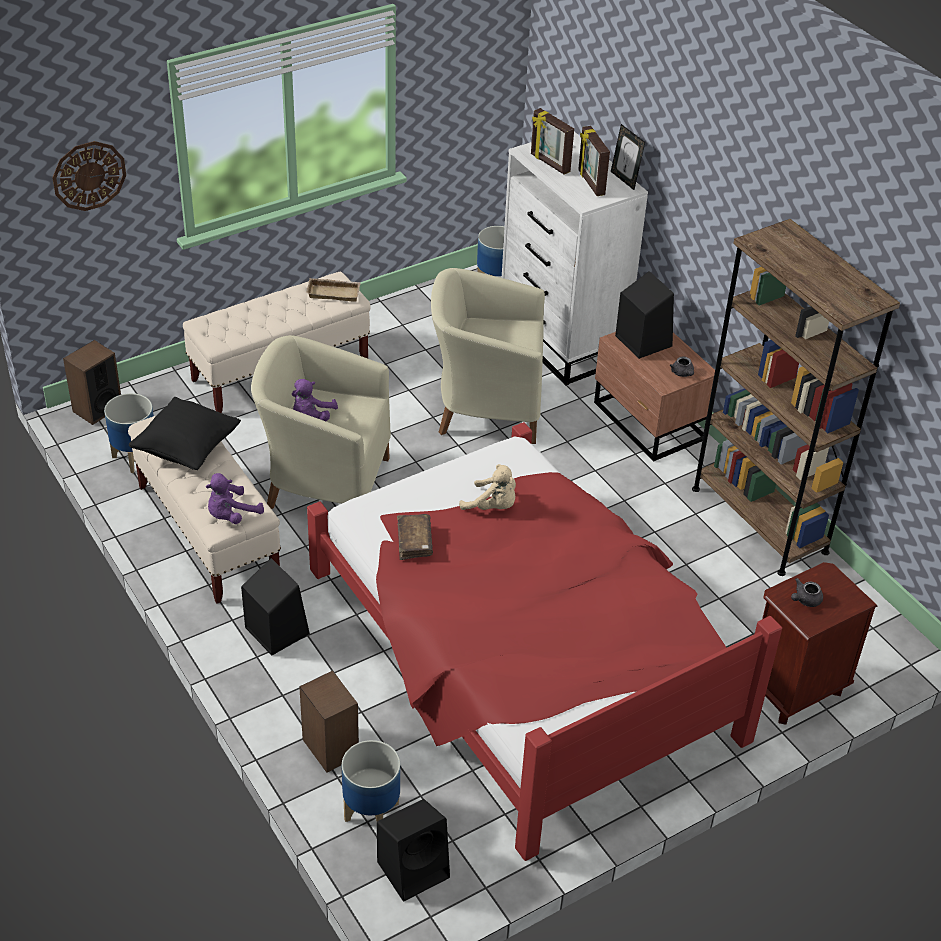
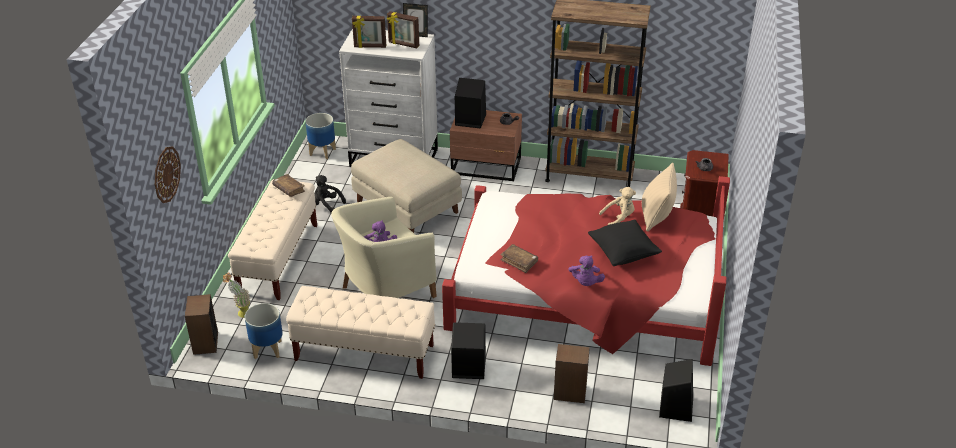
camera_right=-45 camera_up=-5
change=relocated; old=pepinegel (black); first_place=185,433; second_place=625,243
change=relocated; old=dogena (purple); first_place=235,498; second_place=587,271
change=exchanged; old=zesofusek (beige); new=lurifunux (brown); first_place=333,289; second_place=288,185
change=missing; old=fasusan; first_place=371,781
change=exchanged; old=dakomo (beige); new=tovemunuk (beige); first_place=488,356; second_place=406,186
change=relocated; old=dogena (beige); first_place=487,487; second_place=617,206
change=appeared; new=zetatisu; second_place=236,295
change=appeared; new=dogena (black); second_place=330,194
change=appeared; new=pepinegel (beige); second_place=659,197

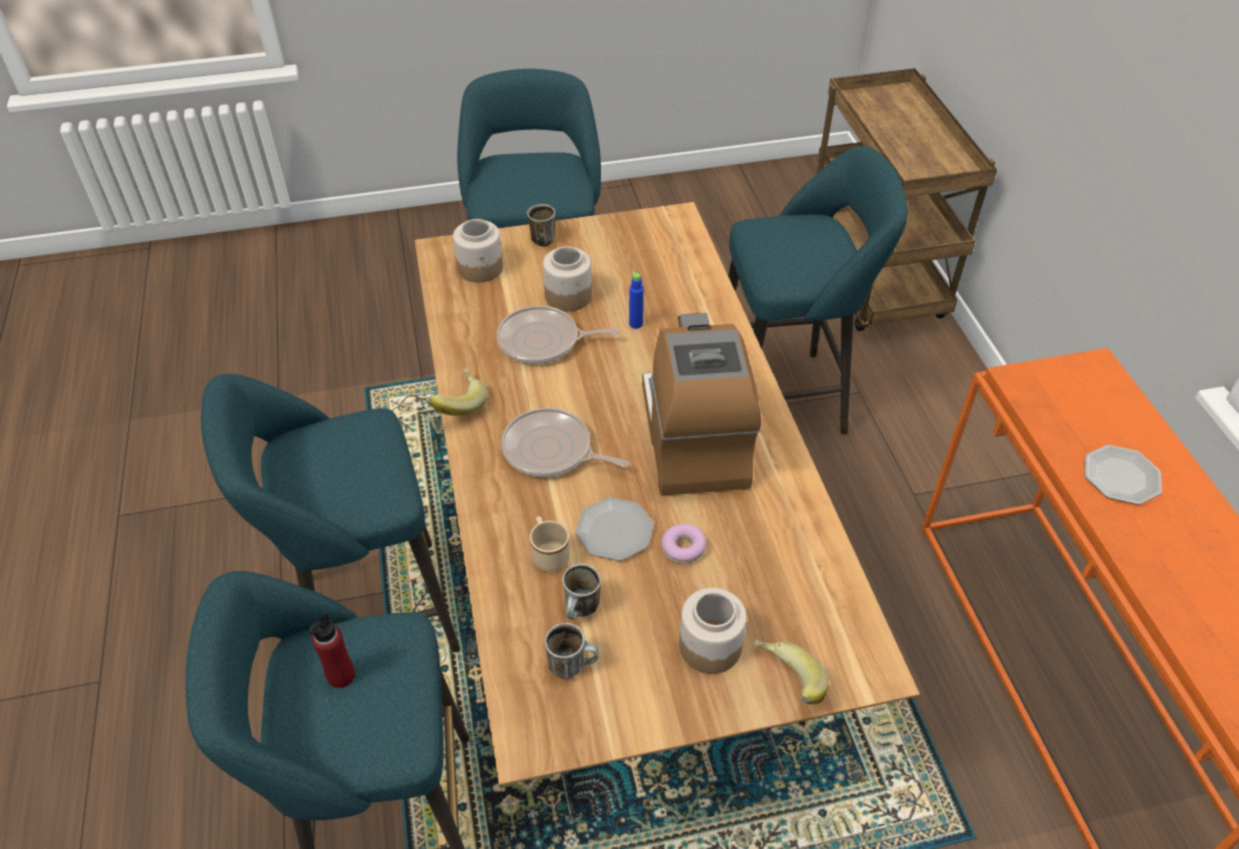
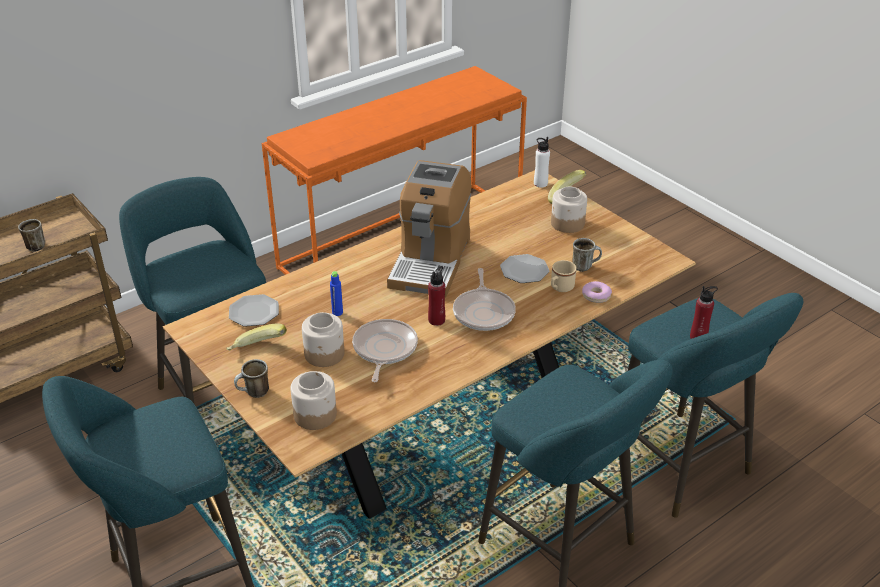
camera_right=-115 camera_up=-10
change=relocated; old=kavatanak; first_place=457,392; second_place=256,337
change=spun; old=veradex; first_place=558,335; second_place=385,350; degrees=-150
change=relocated; old=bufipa; first_place=572,651; second_place=31,235
change=spun; old=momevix; first_place=701,404; second_place=429,228; degrees=-45
change=relocated; old=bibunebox; first_place=684,544; second_place=597,292
change=relocated; old=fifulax; first_place=1123,475; second_place=254,310
change=appeared; new=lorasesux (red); second_place=436,296
change=appeared; new=lorasesux (white); second_place=542,162

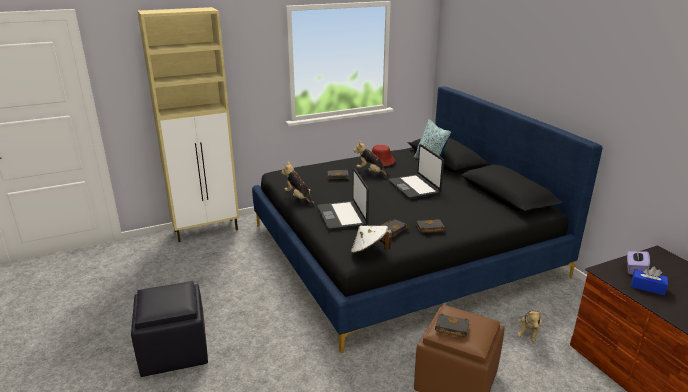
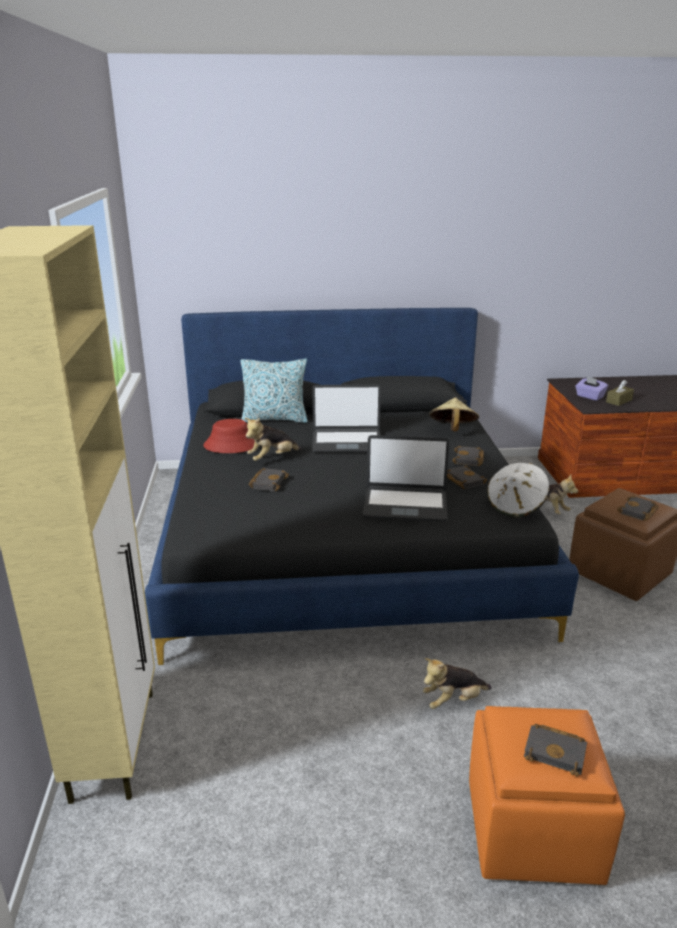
camera_right=-70 camera_up=0
change=colour; old=tovemunuk (black); new=tovemunuk (orange); first_place=169,329; second_place=547,795
change=relocated; old=dogena; first_place=298,184; second_place=457,683
change=colour; old=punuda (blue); new=punuda (brown); first_place=649,281; second_place=620,393
change=appeared; new=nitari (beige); second_place=454,414
change=appeared; new=lurifunux (black); second_place=555,749

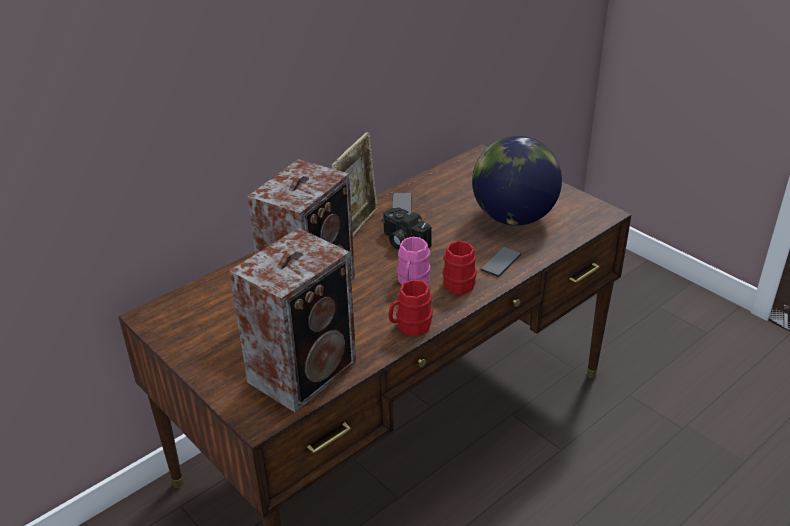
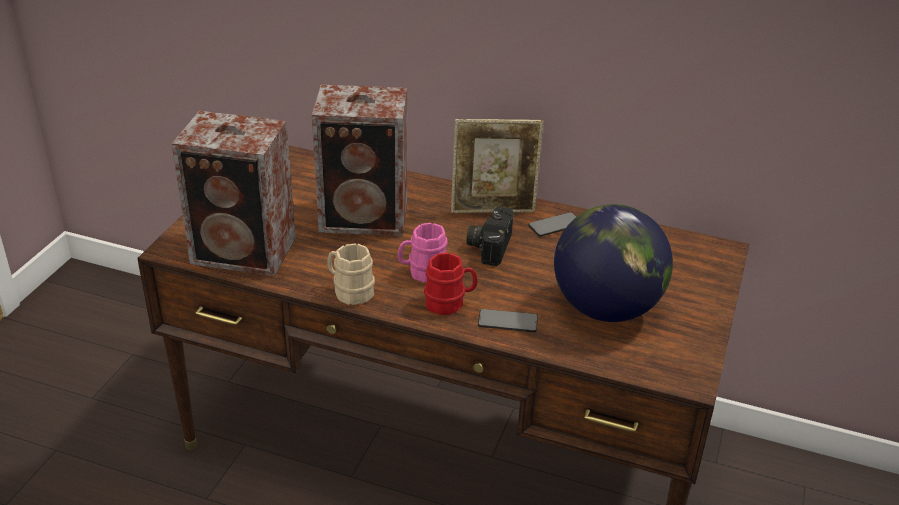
camera_right=60 camera_up=0
change=colour; old=bufipa (red); new=bufipa (beige); first_place=411,308; second_place=351,274

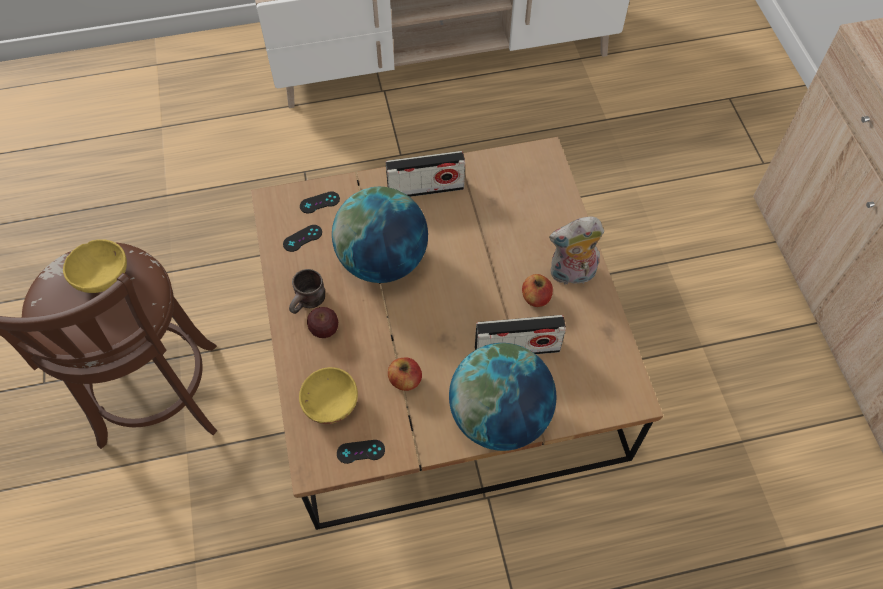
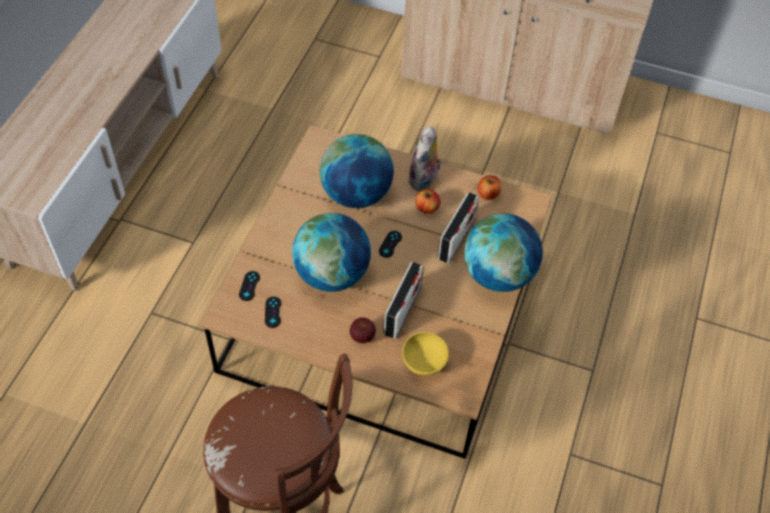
camera_right=-60 camera_up=-5
change=missing; old=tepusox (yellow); first_place=95,266
change=missing; old=bufipa (brown); first_place=307,291
change=relocated; old=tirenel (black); first_place=361,452; second_place=390,244
change=relocated; old=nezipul; first_place=425,174; second_place=403,300
change=relocated; old=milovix; first_place=405,374; second_place=490,187
change=appeared; new=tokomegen; second_place=357,171

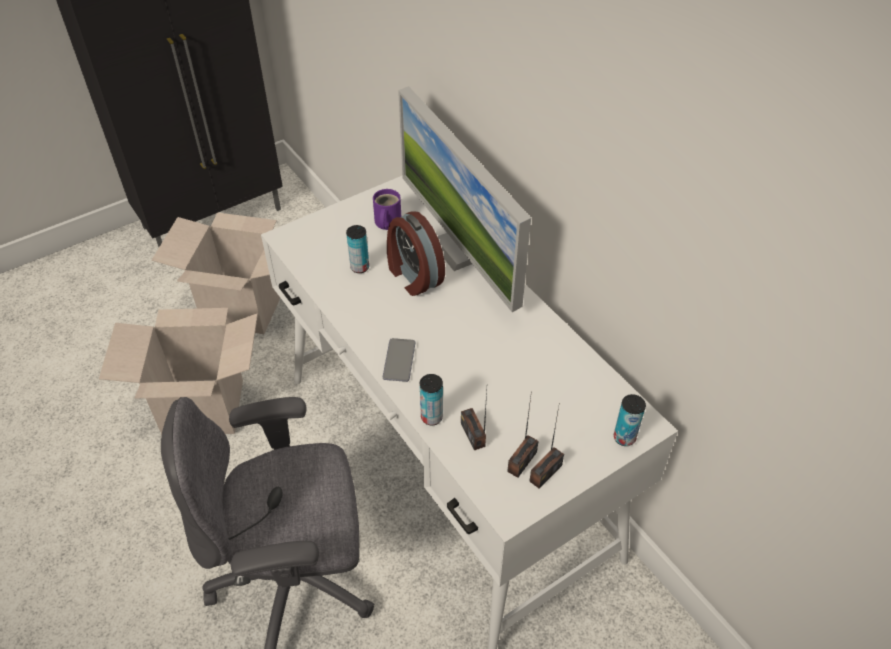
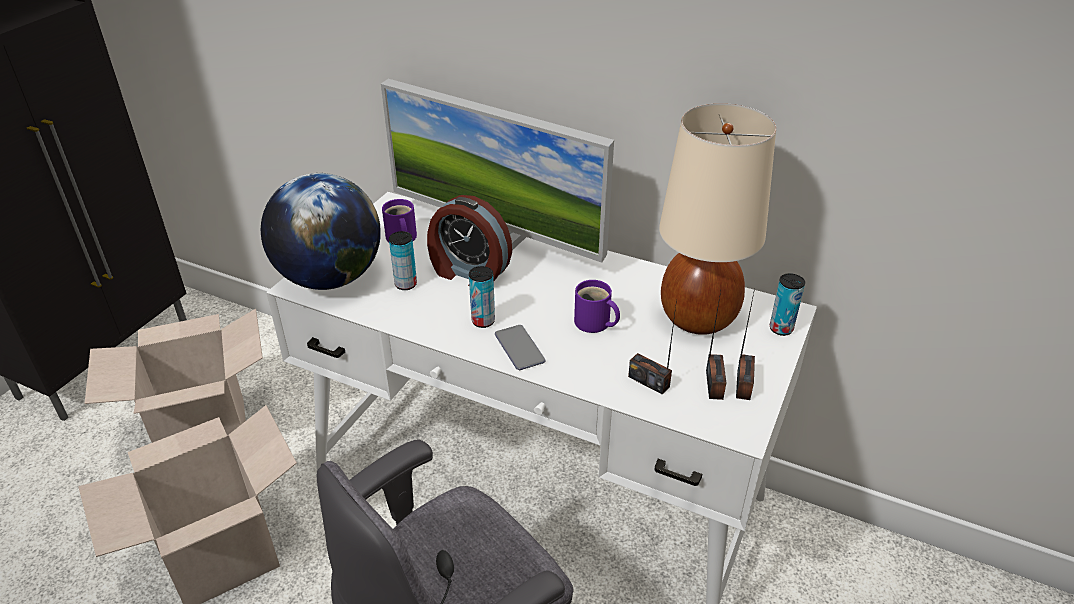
camera_right=-30 camera_up=-10
change=relocated; old=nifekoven; first_place=431,399; second_place=482,297
change=appeared; new=tokomegen; second_place=321,231
change=appeared; new=bufipa (purple); second_place=597,306
change=appeared; new=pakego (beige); second_place=717,219

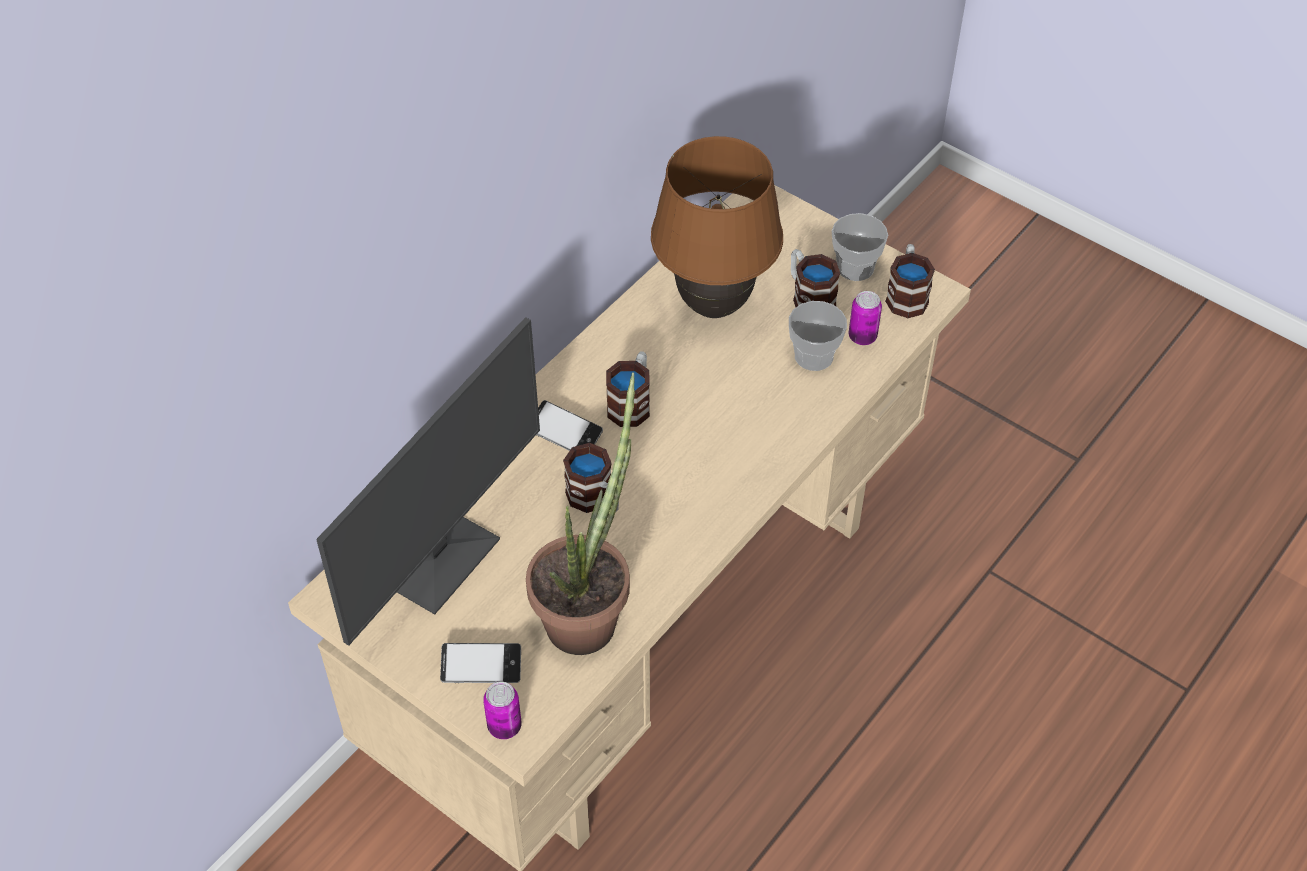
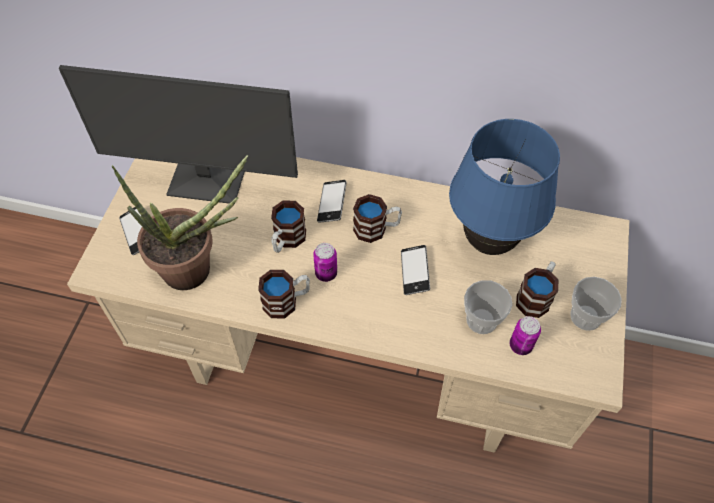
camera_right=65 camera_up=5
change=relocated; old=nifekoven; first_place=502,710; second_place=325,262
change=colour; old=pakego (brown); new=pakego (blue); first_place=717,227; second_place=504,187
change=relocated; old=bufipa; first_place=910,281; second_place=284,294
change=appeared; new=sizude; second_place=415,270

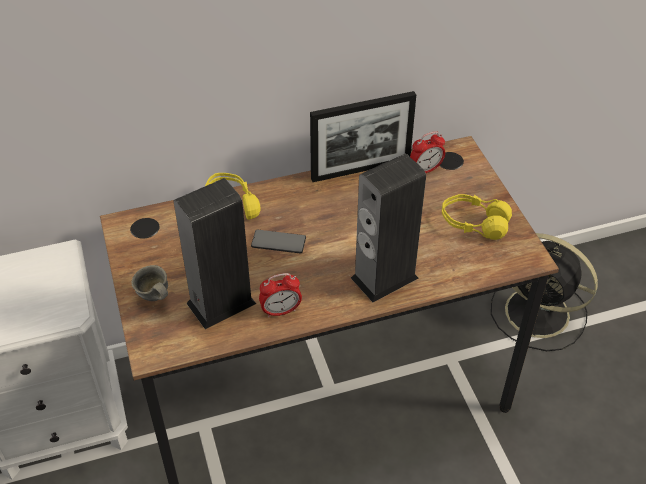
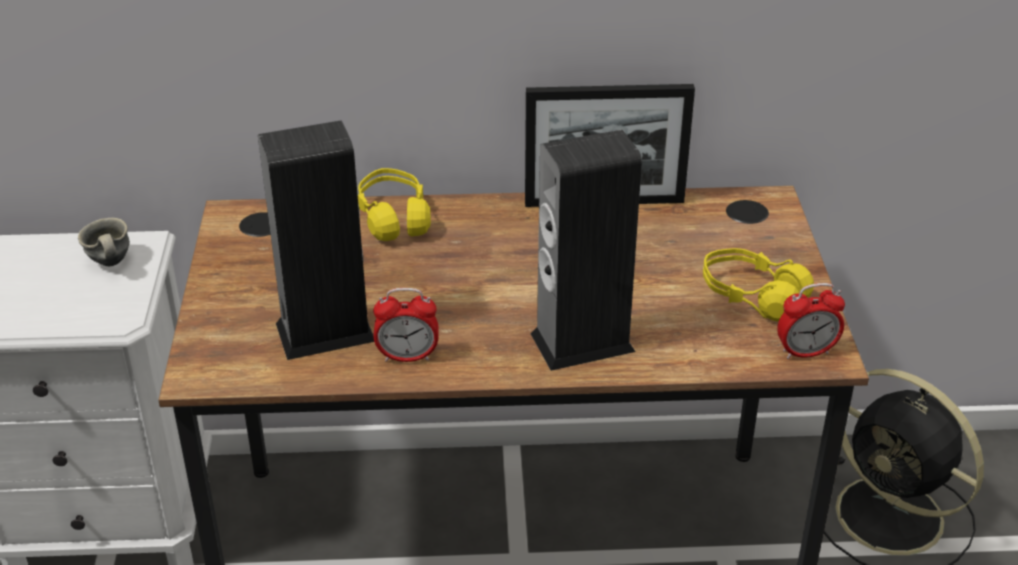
camera_right=15 camera_up=-10
change=relocated; old=bufipa (grey); first_place=149,283; second_place=104,242
change=missing; old=sizude; first_place=278,241
change=relocated; old=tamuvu; first_place=427,152; second_place=811,321

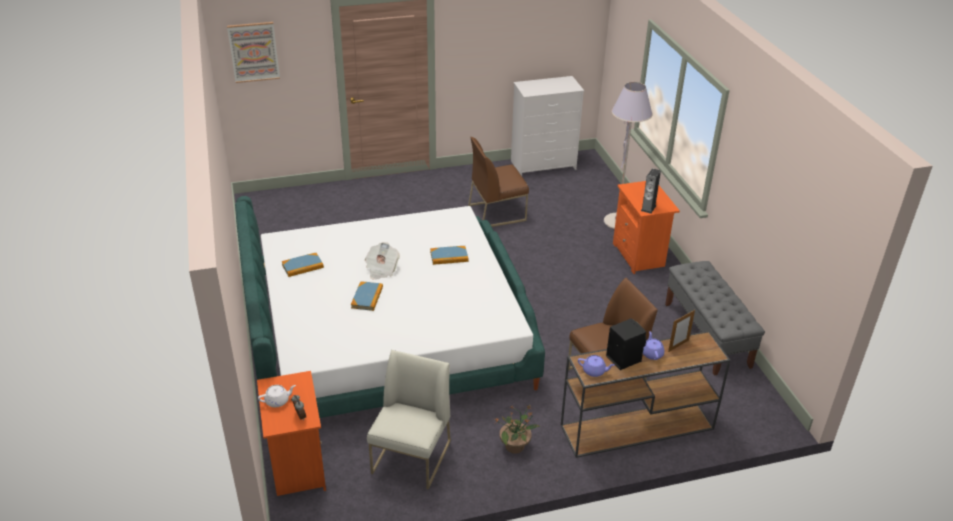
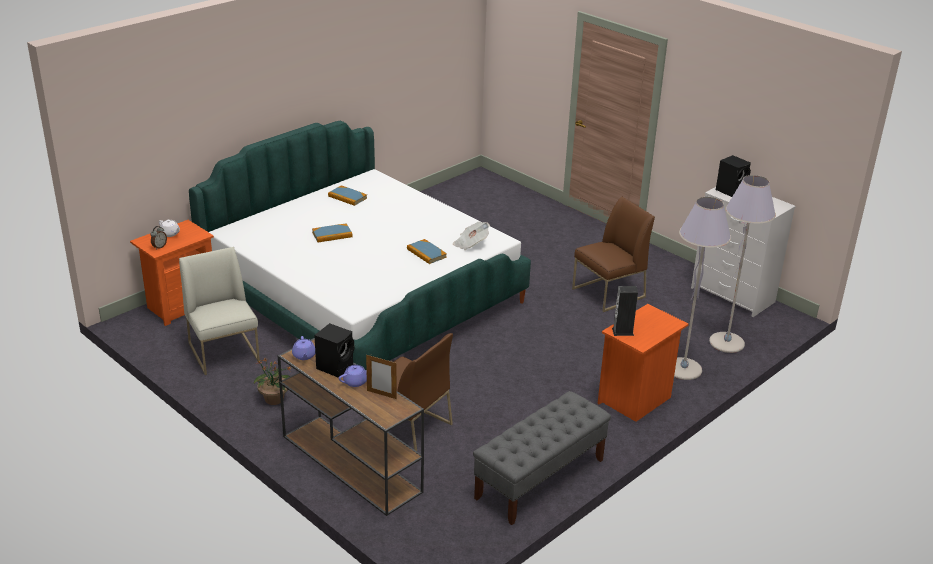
camera_right=60 camera_up=-5
change=missing; old=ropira; first_place=253,52
change=relocated; old=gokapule; first_place=382,261; second_place=471,236
change=spun; old=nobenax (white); first_place=409,419; second_place=219,311; degrees=-105
change=spun; old=nobenax (brown); first_place=498,182; second_place=613,254; degrees=105
change=appeared; new=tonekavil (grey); second_place=742,264
change=appeared; new=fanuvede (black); second_place=733,176

